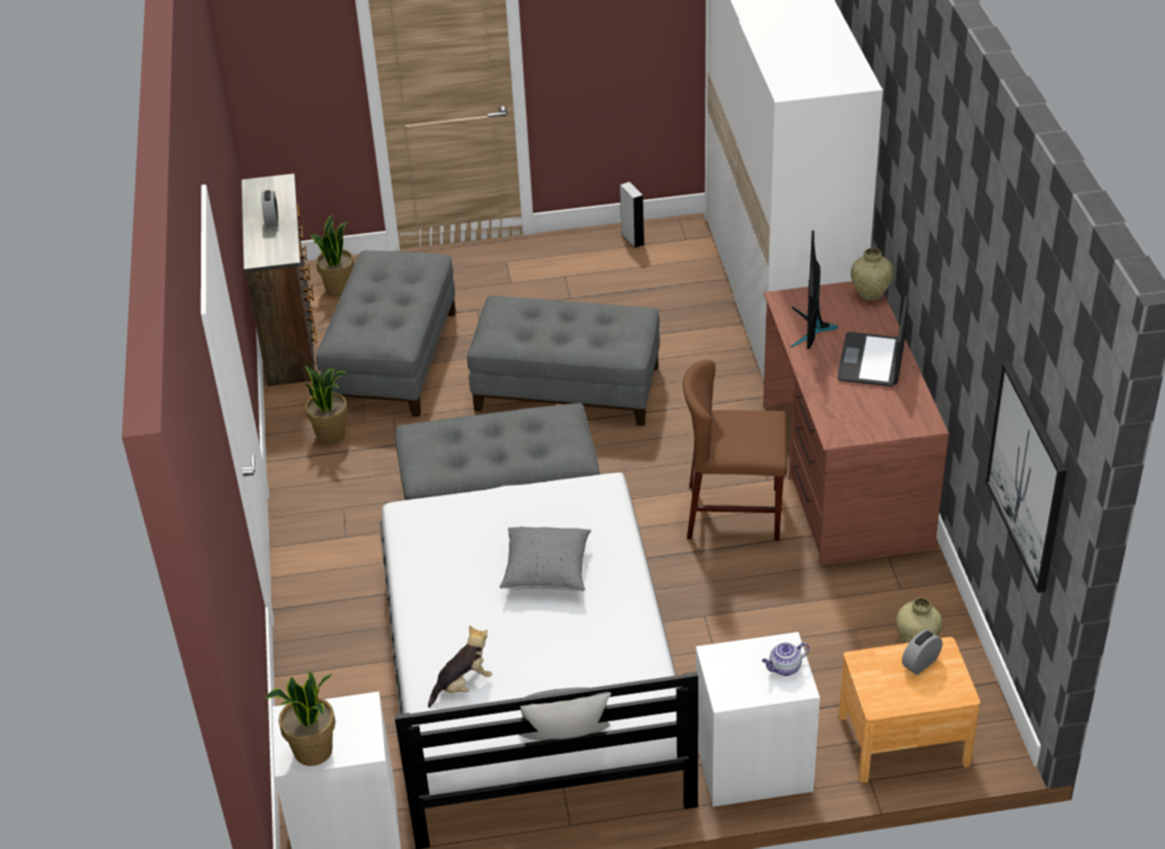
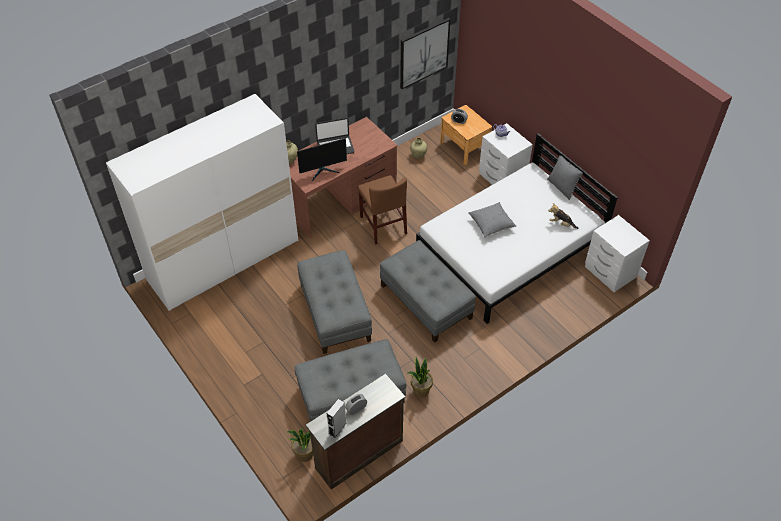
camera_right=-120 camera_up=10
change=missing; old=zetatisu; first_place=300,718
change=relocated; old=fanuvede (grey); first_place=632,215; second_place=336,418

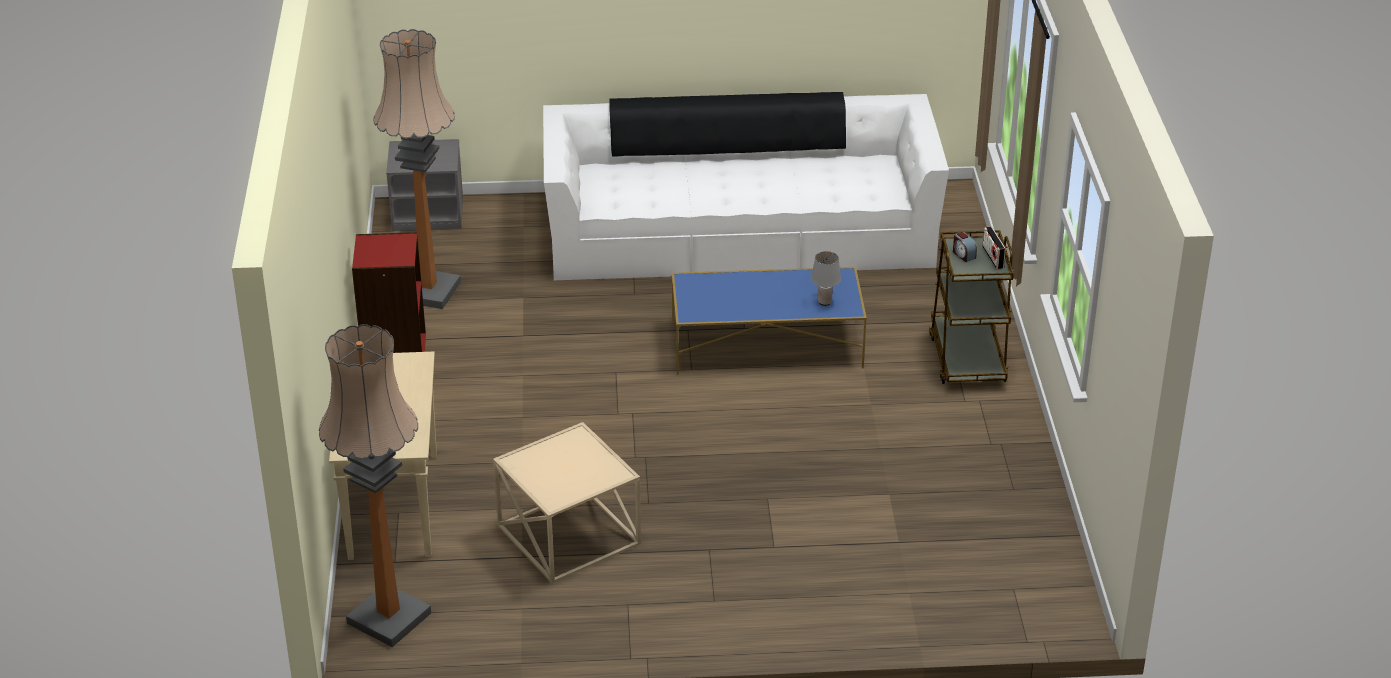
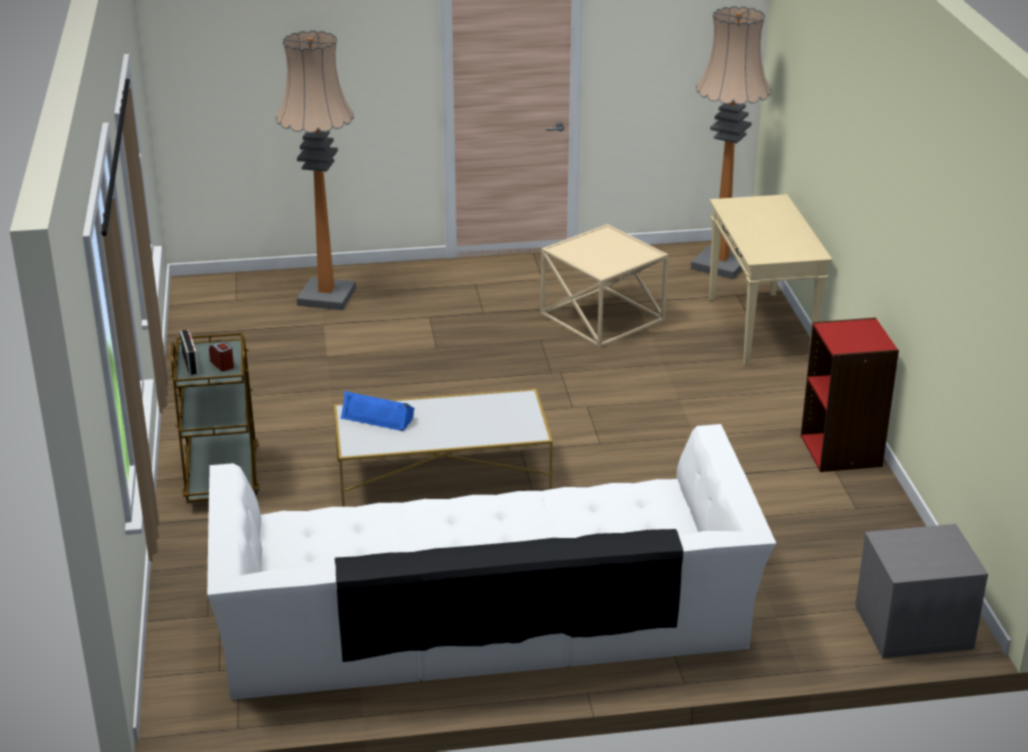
camera_right=175 camera_up=-5
change=relocated; old=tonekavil; first_place=417,169; second_place=316,170
change=colour; old=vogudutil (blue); new=vogudutil (white); first_place=769,321; second_place=443,448
change=exchanged; old=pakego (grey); new=fanuvede (blue); first_place=826,278; second_place=377,411

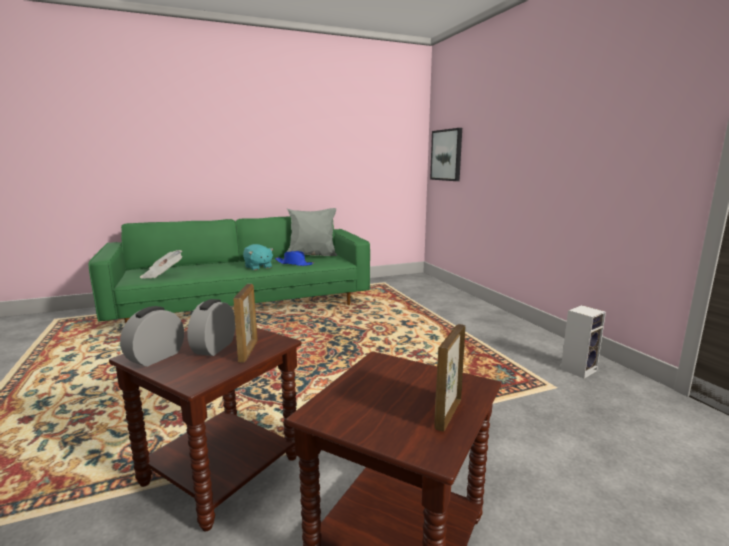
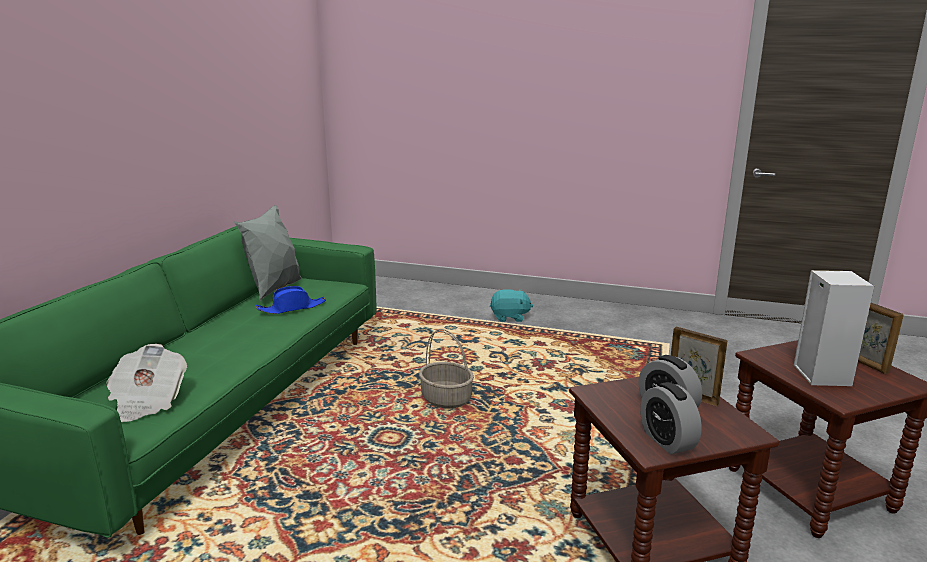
camera_right=-50 camera_up=5
change=relocated; old=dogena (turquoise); first_place=258,257; second_place=511,305
change=missing; old=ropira; first_place=446,154
change=relocated; old=fanuvede; first_place=583,341; second_place=834,328
change=appeared; new=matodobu; second_place=446,369

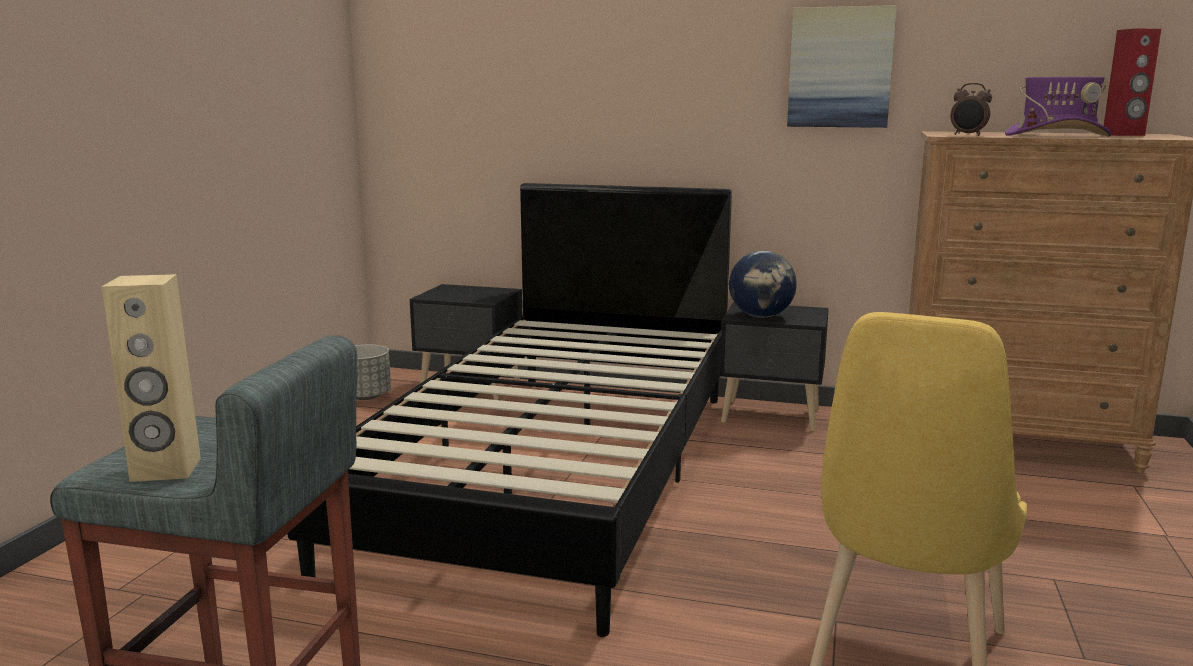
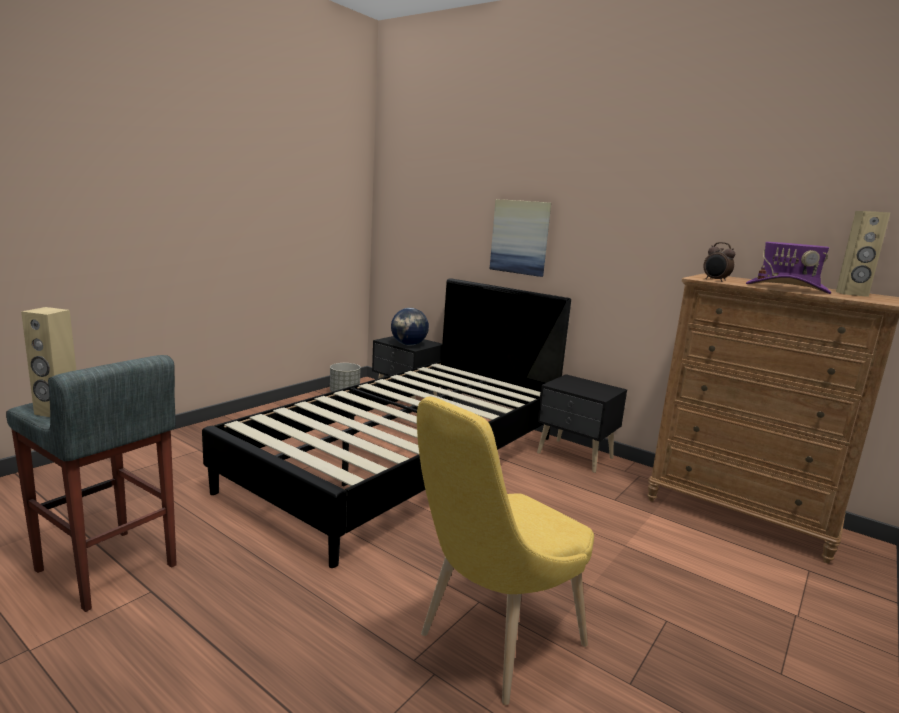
camera_right=20 camera_up=0
change=relocated; old=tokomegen; first_place=763,284; second_place=410,327
change=relocated; old=ropira; first_place=842,66; second_place=520,238
change=colour; old=fanuvede (red); new=fanuvede (beige); first_place=1132,82; second_place=863,254

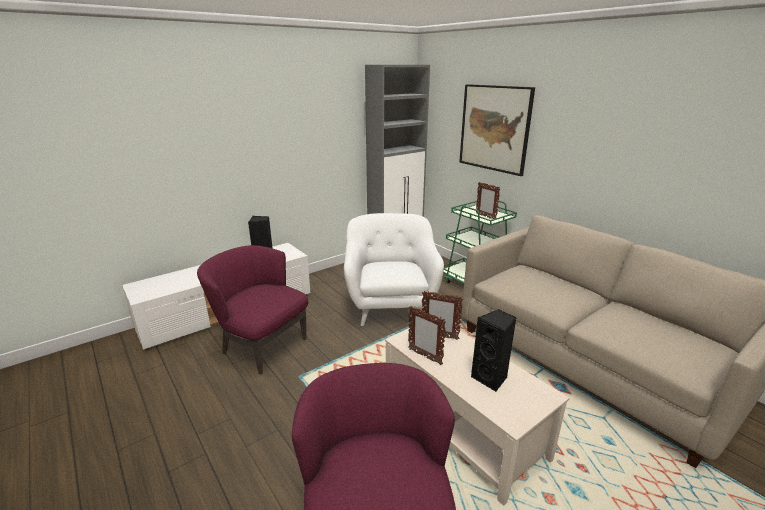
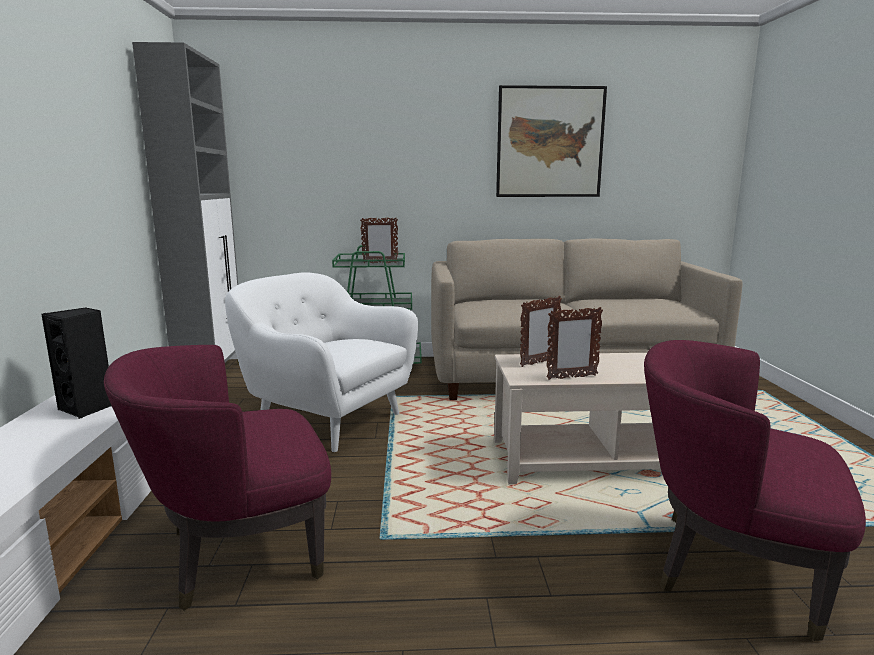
camera_right=-55 camera_up=-10
change=relocated; old=ropira; first_place=497,130; second_place=551,141
change=missing; old=fanuvede (black); first_place=493,350

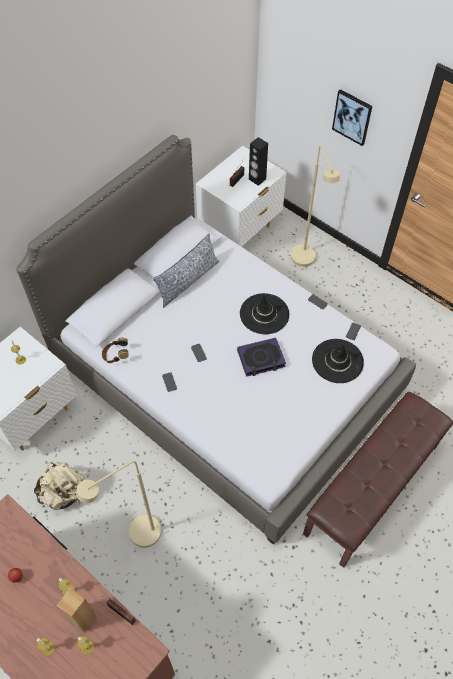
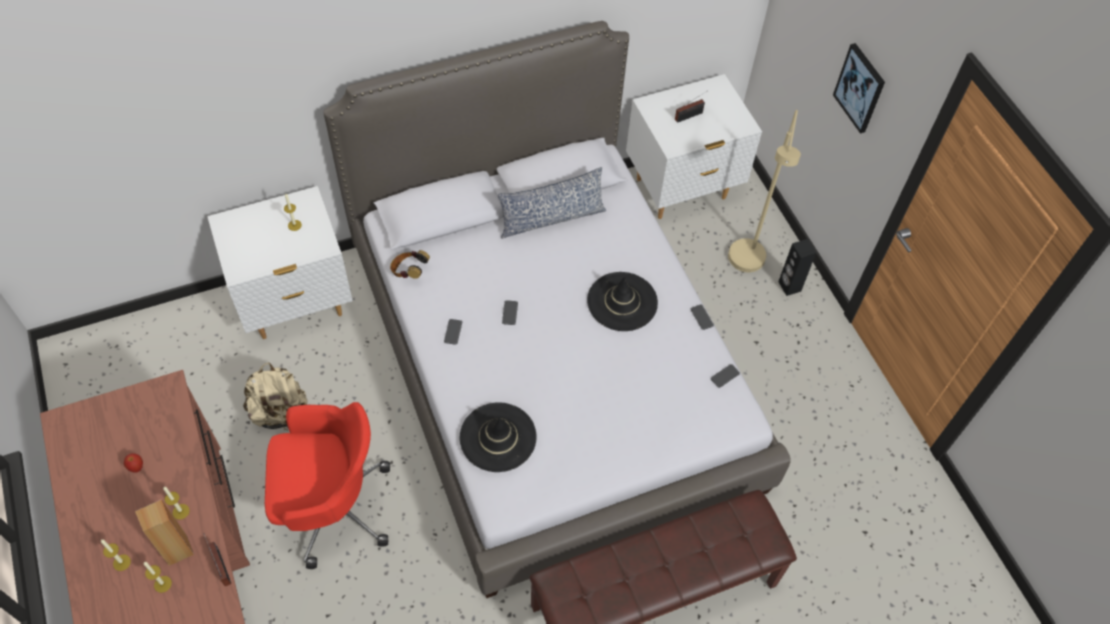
camera_right=25 camera_up=0
change=exchanged; old=tonekavil (beige); new=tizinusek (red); first_place=119,504; second_place=327,485
change=missing; old=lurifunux; first_place=261,357
change=relocated; old=fanuvede (black); first_place=258,161; second_place=797,267
change=relocated; old=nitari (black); first_place=338,361; second_place=498,437

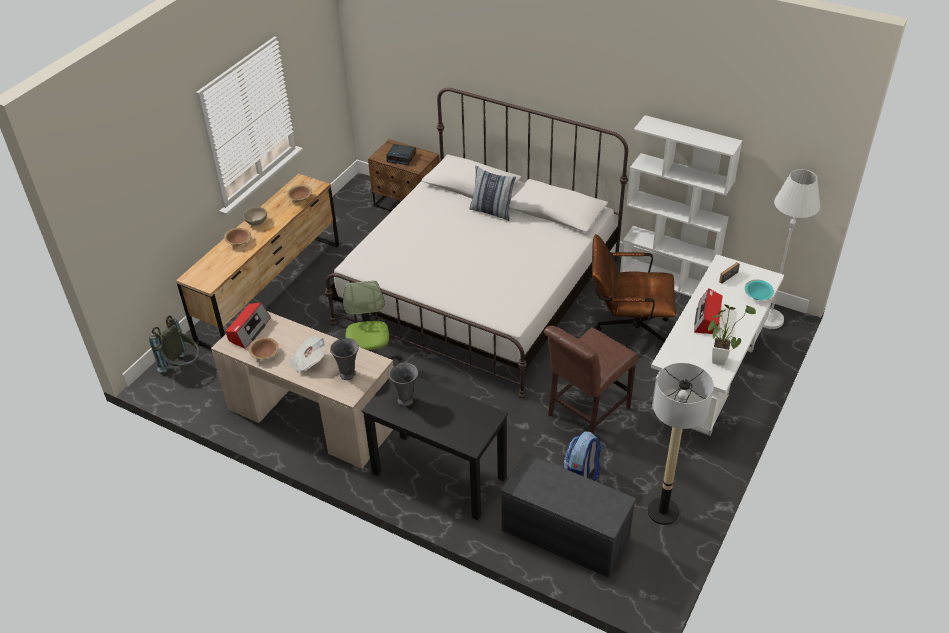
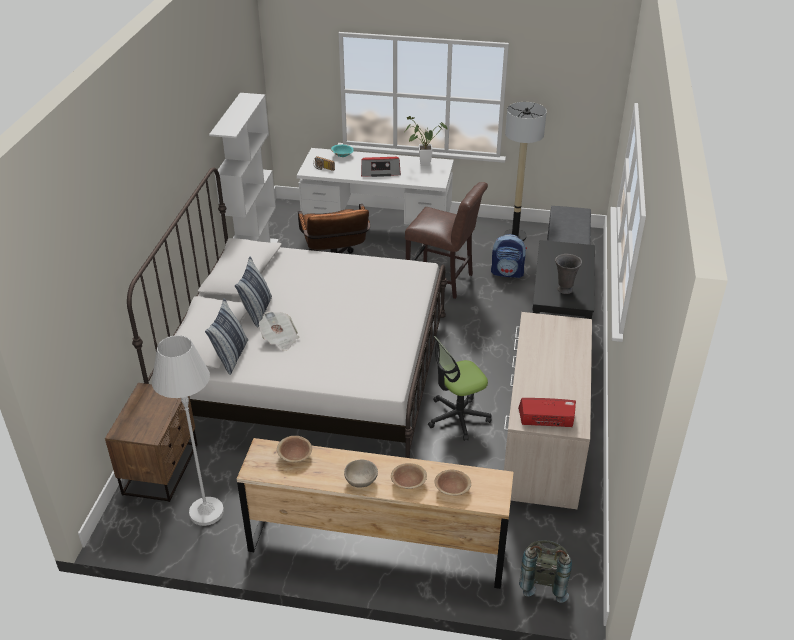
camera_right=-110 camera_up=-5
change=relocated; old=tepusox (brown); first_place=264,348; second_place=453,482
change=relocated; old=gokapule; first_place=307,354; second_place=279,331
change=missing; old=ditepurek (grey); first_place=344,359
change=missing; old=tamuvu; first_place=401,154
change=relocated; old=tonekavil (white); first_place=791,249; second_place=188,430
change=appeared; new=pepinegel; second_place=226,336

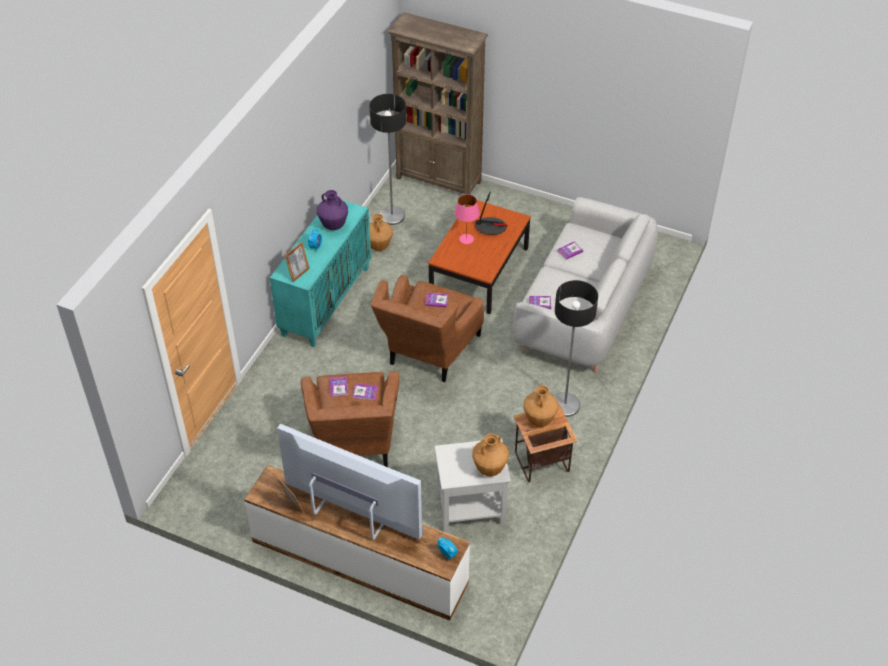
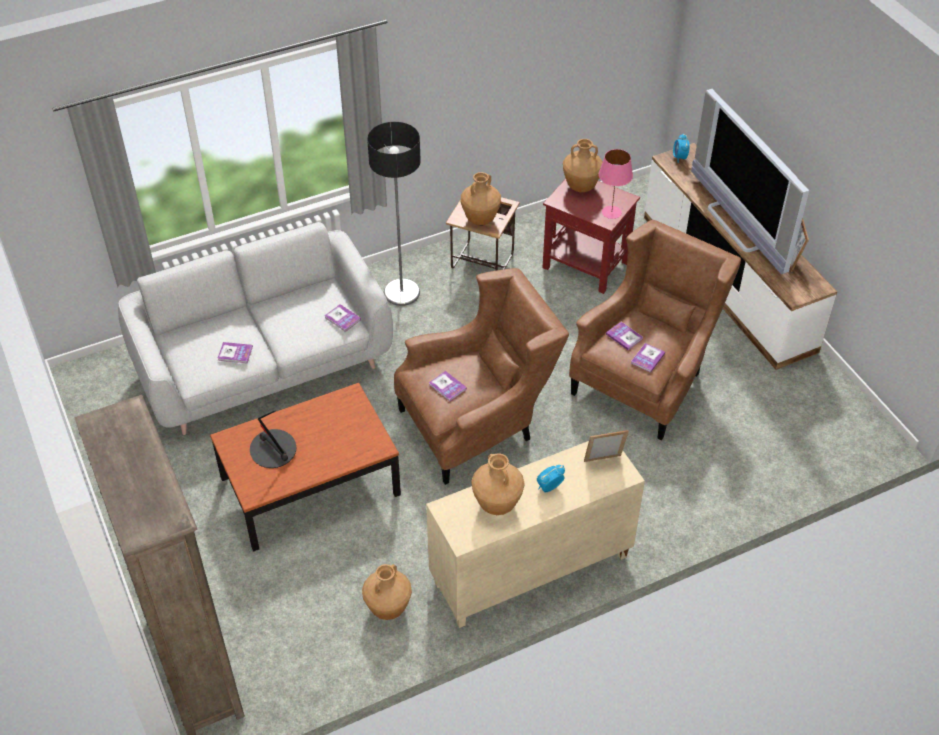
camera_right=-140 camera_up=0
change=colour; old=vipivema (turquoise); new=vipivema (beige); first_place=320,273; second_place=535,534
change=colour; old=ditepurek (purple); new=ditepurek (brown); first_place=332,210; second_place=498,484
change=missing; old=tonekavil; first_place=388,159
change=colour; old=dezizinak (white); new=dezizinak (red); first_place=472,485; second_place=591,236
change=relocated; old=pakego (pink); first_place=467,219; second_place=616,184

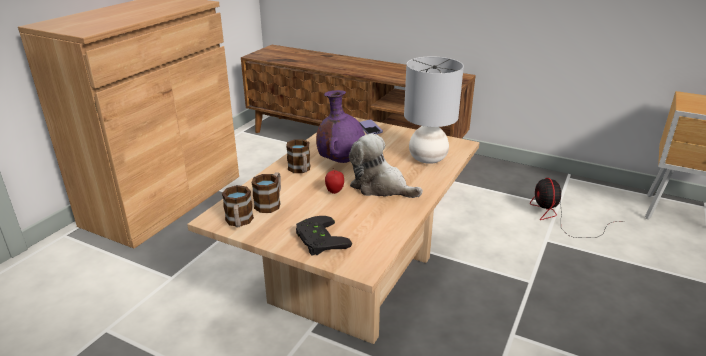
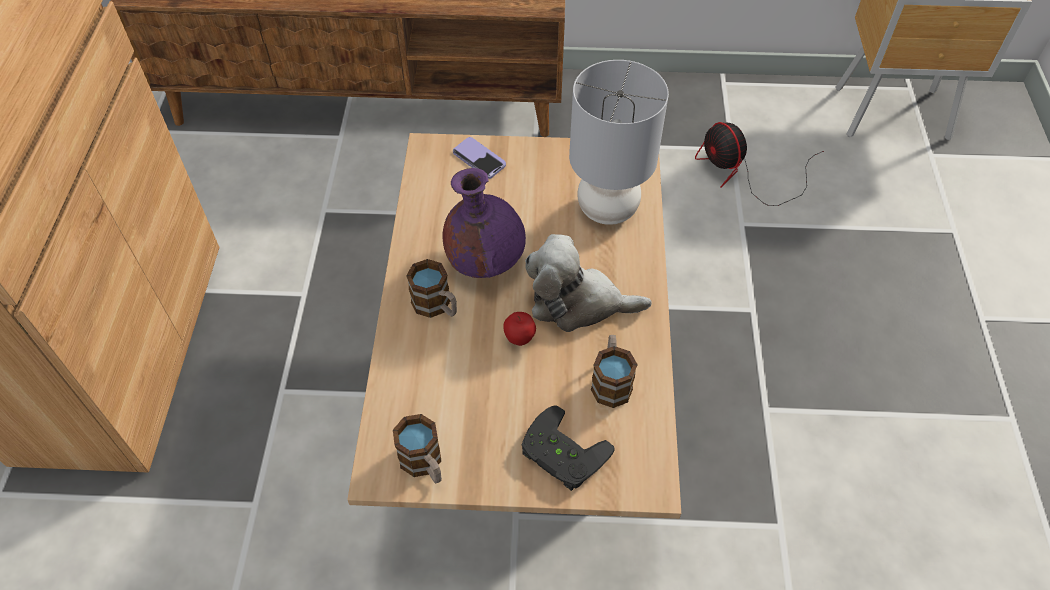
camera_right=-25 camera_up=25
change=relocated; old=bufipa; first_place=266,192; second_place=614,371

